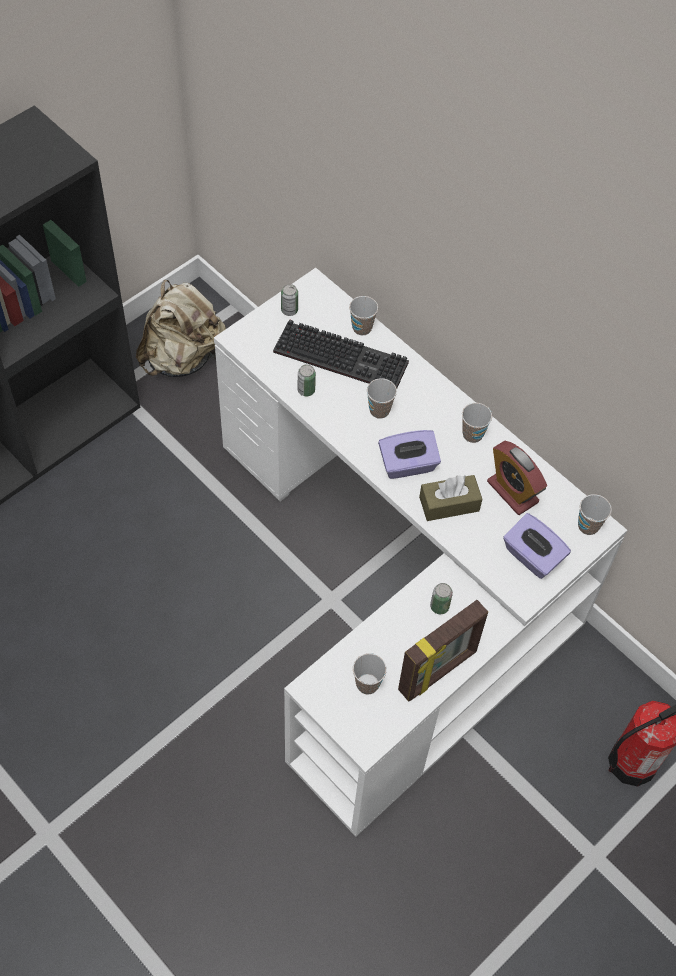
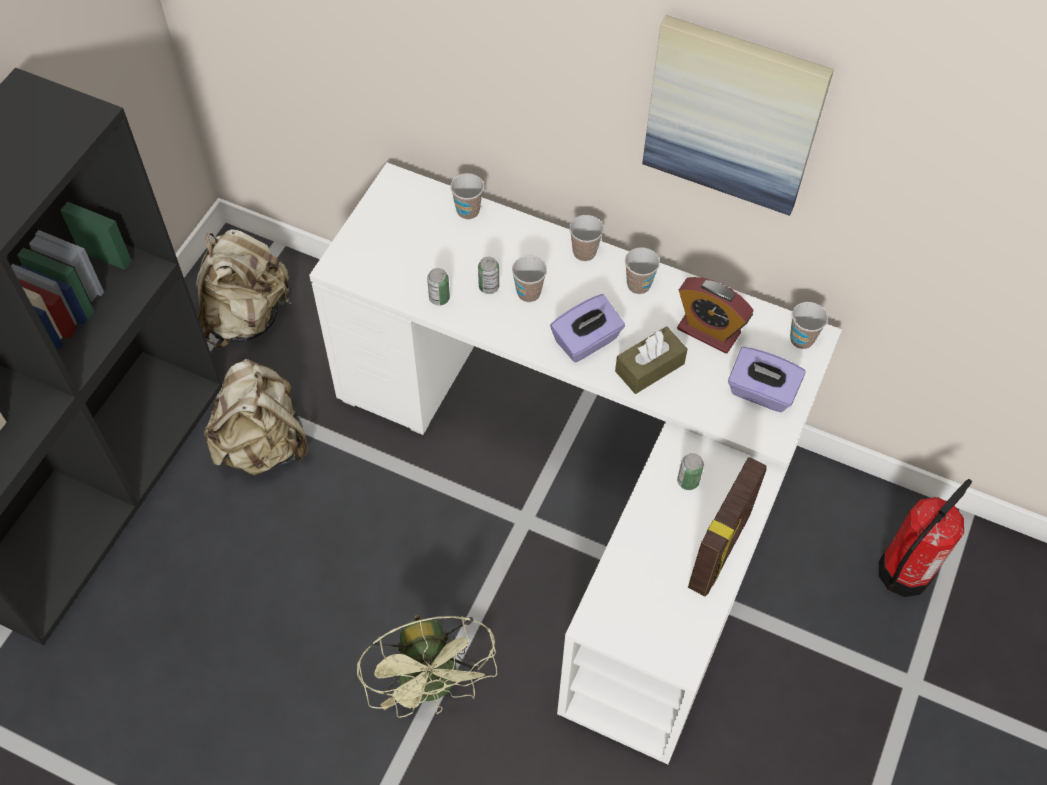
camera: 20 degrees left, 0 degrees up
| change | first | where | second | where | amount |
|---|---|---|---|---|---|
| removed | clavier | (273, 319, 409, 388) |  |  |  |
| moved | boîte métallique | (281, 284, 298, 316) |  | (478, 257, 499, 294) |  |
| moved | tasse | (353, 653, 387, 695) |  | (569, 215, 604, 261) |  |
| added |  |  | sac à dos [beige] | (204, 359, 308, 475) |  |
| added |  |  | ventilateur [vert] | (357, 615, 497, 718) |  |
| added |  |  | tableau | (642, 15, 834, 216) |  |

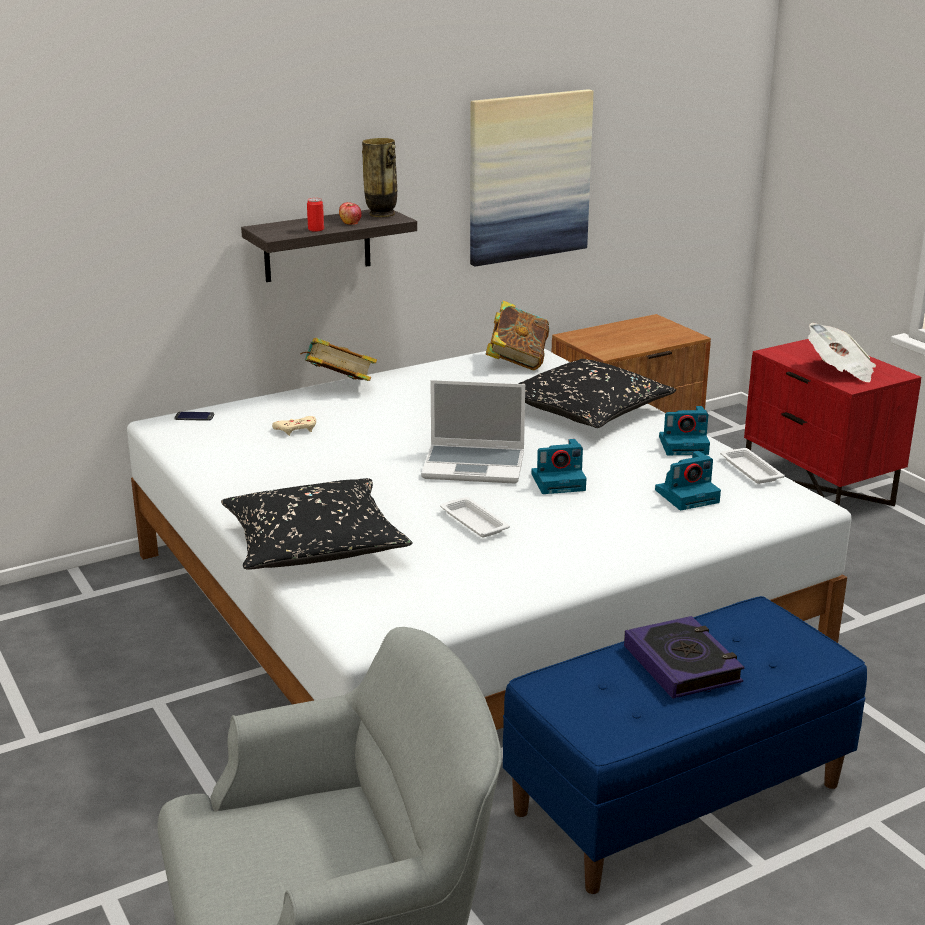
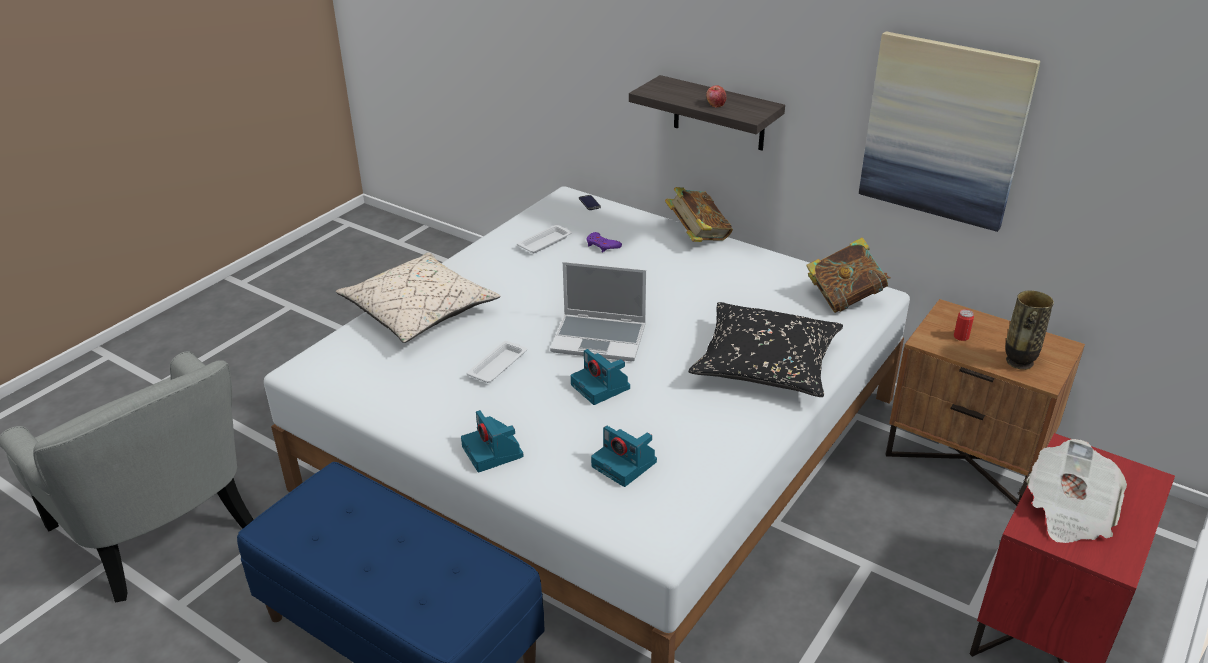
camera: 65 degrees right, 10 degrees up
| change | first | where | second | where | amount |
|---|---|---|---|---|---|
| recoloured | coussin [noir] | (221, 478, 412, 570) | coussin [beige] | (336, 252, 501, 343) |  |
| recoloured | manette [beige] | (272, 416, 316, 436) | manette [violet] | (586, 232, 622, 252) |  |
| moved | boîte métallique | (307, 198, 324, 232) |  | (954, 309, 974, 341) |  |
| moved | vase | (362, 138, 397, 217) |  | (1006, 290, 1054, 370) |  |
| turned | ordinateur portable | (421, 380, 525, 484) |  | (550, 262, 646, 362) | 60 degrees counterclockwise |
| removed | livre | (624, 616, 745, 699) |  |  |  |
| moved | appareil photo | (659, 406, 710, 455) |  | (461, 410, 524, 472) |  |
| moved | plateau [blanc] | (720, 448, 785, 484) |  | (517, 225, 572, 253) |  |

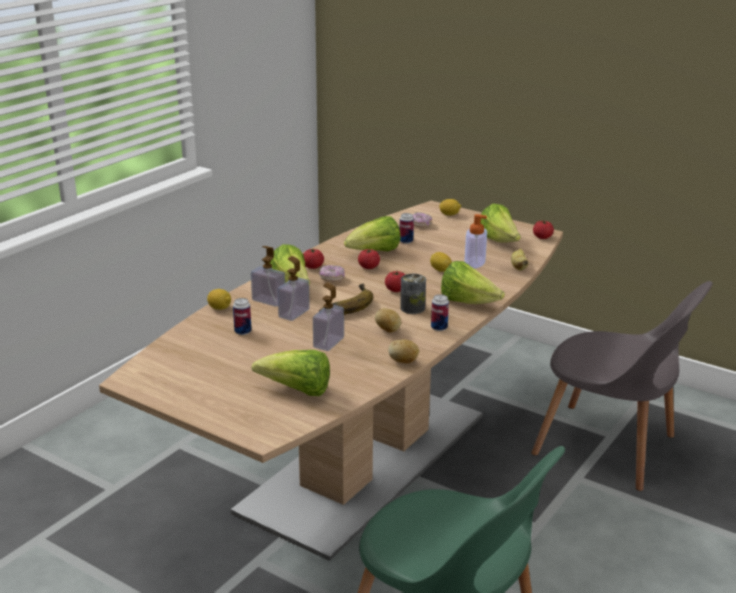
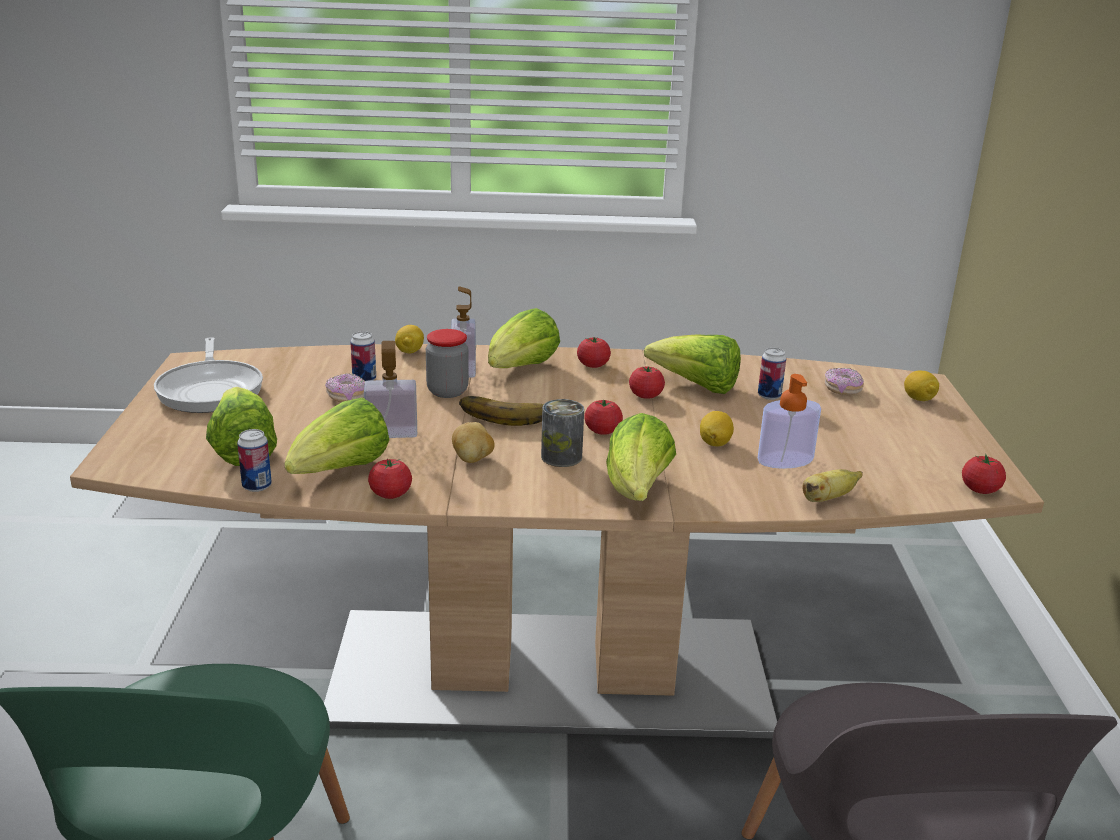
camera: 55 degrees right, 0 degrees up
| change | first | where | second | where | amount |
|---|---|---|---|---|---|
| replaced | distributeur de savon | (277, 256, 310, 321) | bocal | (426, 329, 469, 398) |  |
| moved | beignet | (319, 265, 345, 282) |  | (326, 373, 365, 402) |  |
| replaced | pomme de terre | (388, 339, 419, 363) | tomate | (368, 459, 412, 499) |  |
| moved | boîte métallique | (431, 294, 449, 331) |  | (237, 429, 272, 492) |  |
| moved | laitue | (481, 204, 521, 243) |  | (284, 397, 389, 474) |  |
| added |  |  | poêle | (154, 337, 263, 413) |  |

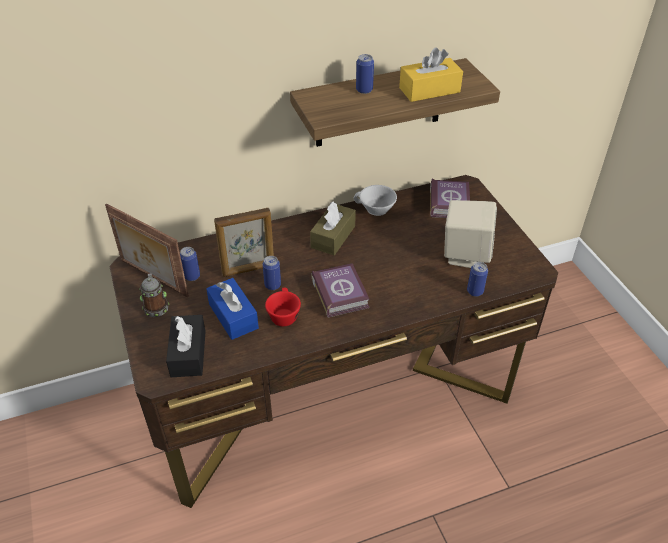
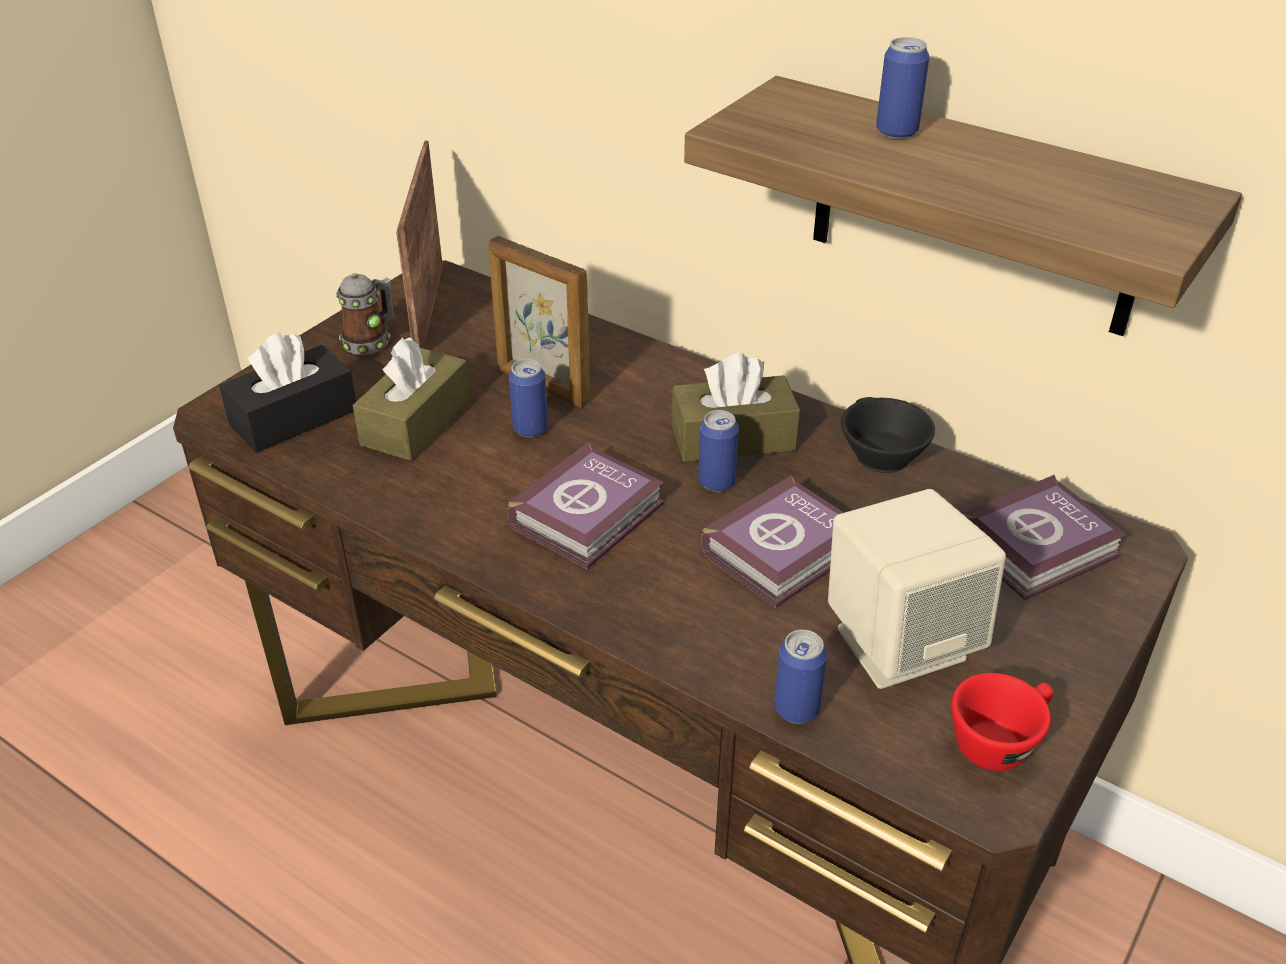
camera: 55 degrees right, 5 degrees down
| change | first | where | second | where | amount |
|---|---|---|---|---|---|
| moved | boîte métallique | (180, 247, 200, 281) |  | (698, 410, 739, 492) |  |
| recoloured | boîte à mouchoirs [bleu] | (206, 278, 259, 340) | boîte à mouchoirs [marron] | (353, 337, 470, 461) |  |
| moved | tasse [rouge] | (265, 288, 301, 326) |  | (951, 673, 1054, 771) |  |
| recoloured | tasse [blanc] | (354, 185, 397, 216) | tasse [noir] | (841, 397, 935, 473) |  |
| removed | boîte à mouchoirs [jaune] | (399, 47, 463, 102) |  |  |  |
| added |  |  | livre | (701, 475, 844, 608) |  |

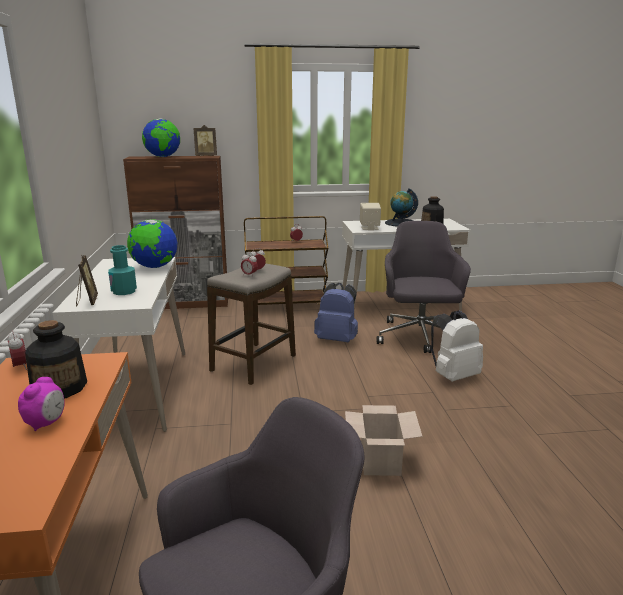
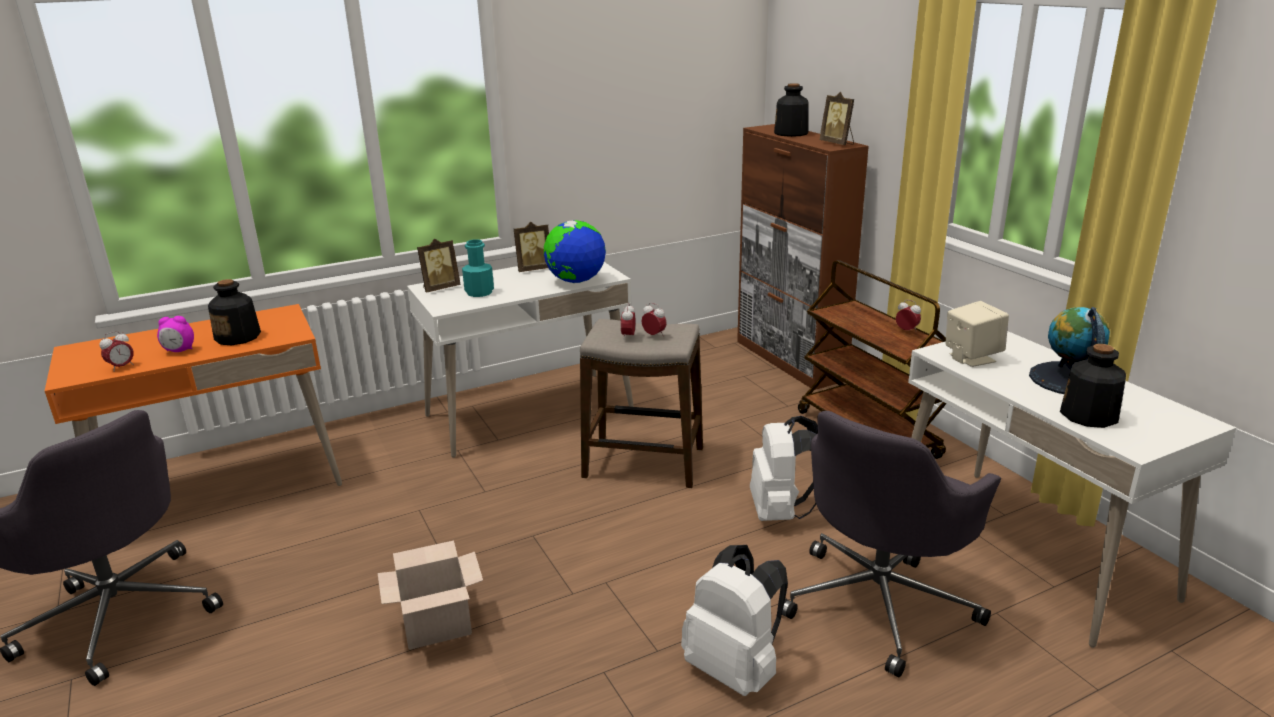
camera: 70 degrees right, 5 degrees up
| change | first | where | second | where | amount |
|---|---|---|---|---|---|
| moved | réveil | (7, 330, 27, 370) |  | (99, 331, 134, 372) |  |
| replaced | globe | (142, 118, 180, 157) | bouteille | (774, 83, 809, 137) |  |
| recoloured | sac à dos [bleu] | (314, 283, 358, 342) | sac à dos [blanc] | (750, 416, 818, 521) |  |
| turned | chaise de bureau [gris] | (377, 221, 471, 353) |  | (782, 411, 1001, 677) | 150 degrees clockwise |
| added |  |  | cadre photo | (514, 222, 549, 272) |  |

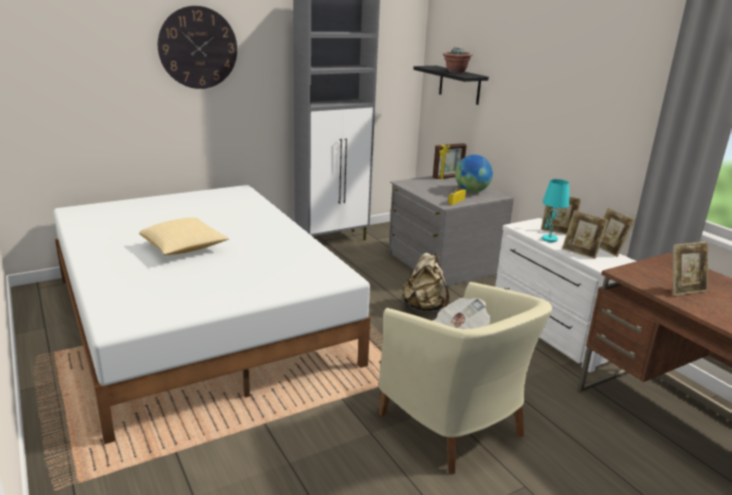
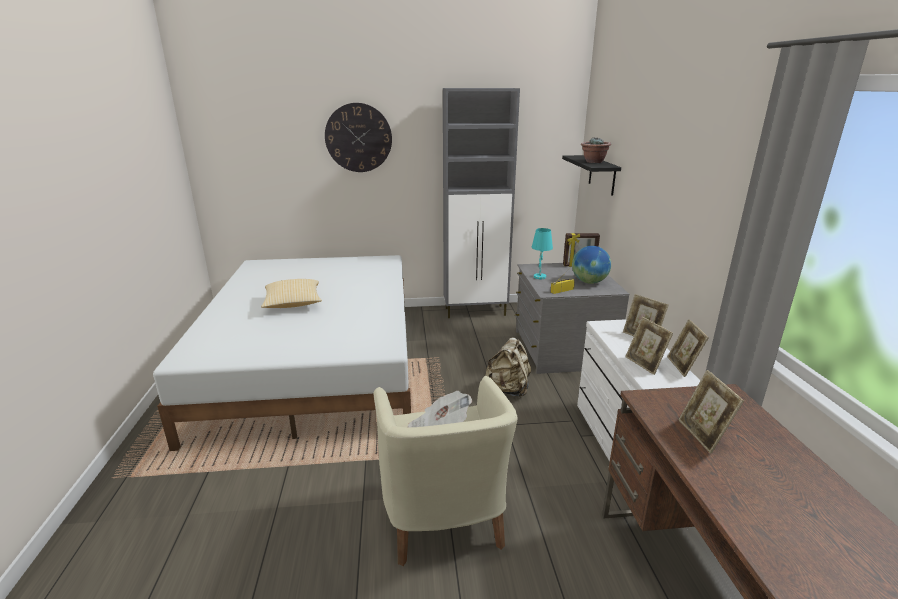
camera: 25 degrees right, 0 degrees up
| change | first | where | second | where | amount |
|---|---|---|---|---|---|
| moved | lampe de table [turquoise] | (542, 179, 569, 242) |  | (532, 228, 553, 279) |  |
| turned | cadre photo | (673, 242, 708, 296) |  | (678, 370, 744, 454) | 75 degrees clockwise |

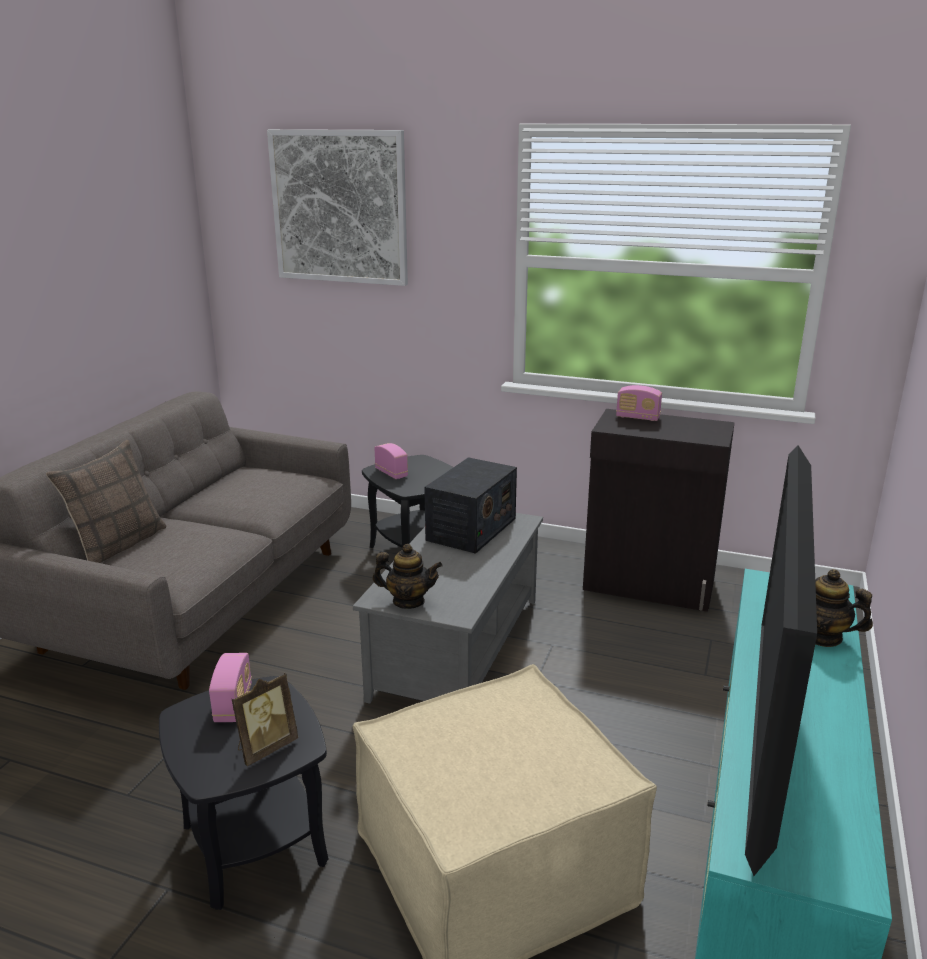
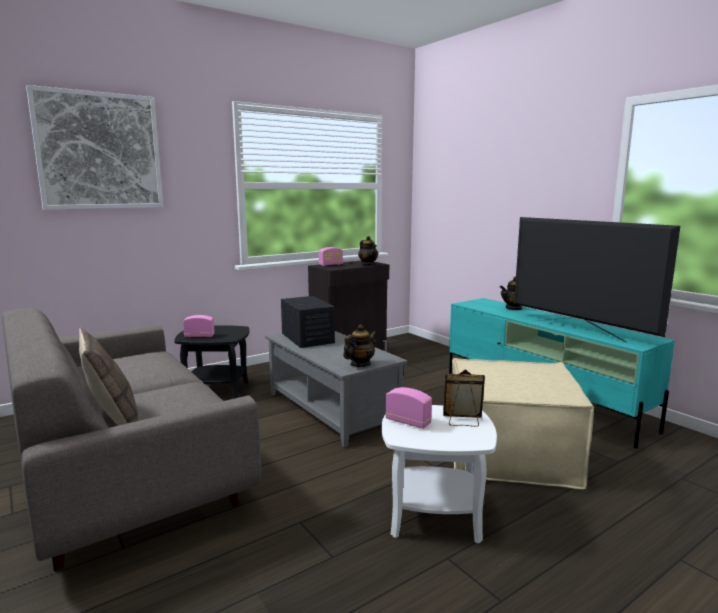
camera: 55 degrees left, 10 degrees down
| change | first | where | second | where | amount |
|---|---|---|---|---|---|
| recoloured | table d'appoint [noir] | (159, 676, 328, 910) | table d'appoint [blanc] | (381, 405, 497, 543) |  |
| turned | cadre photo | (231, 673, 298, 766) |  | (443, 369, 485, 427) | 75 degrees counterclockwise |
| added |  |  | théière | (358, 236, 378, 266) |  |

